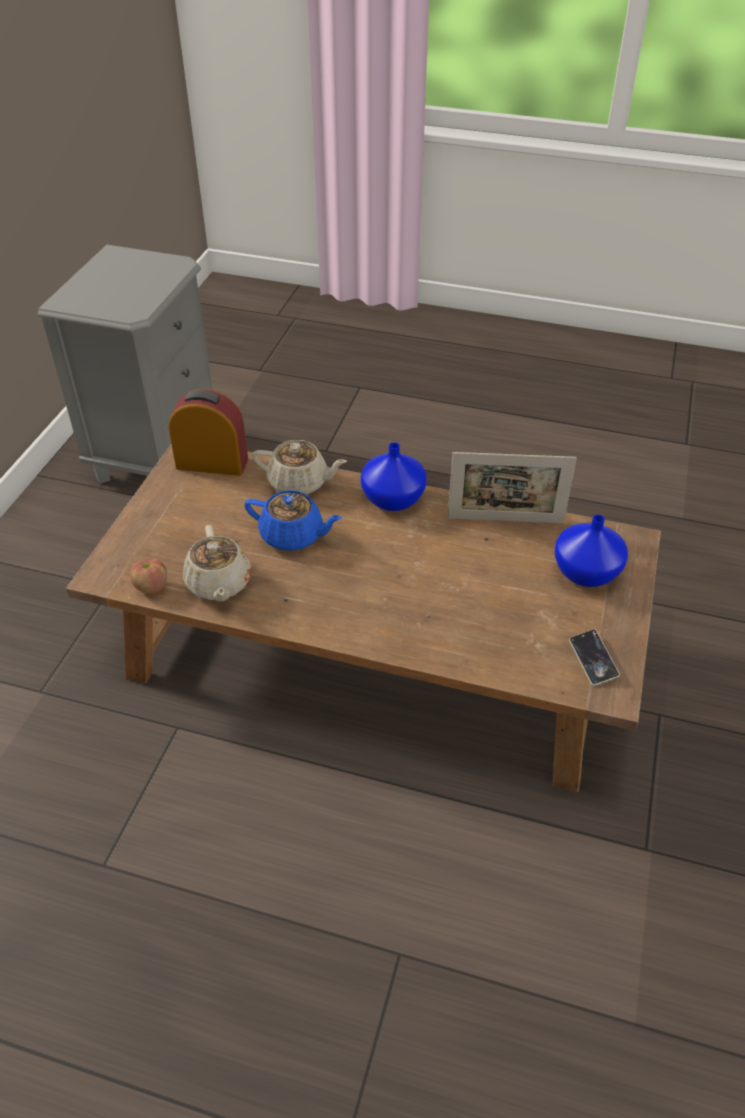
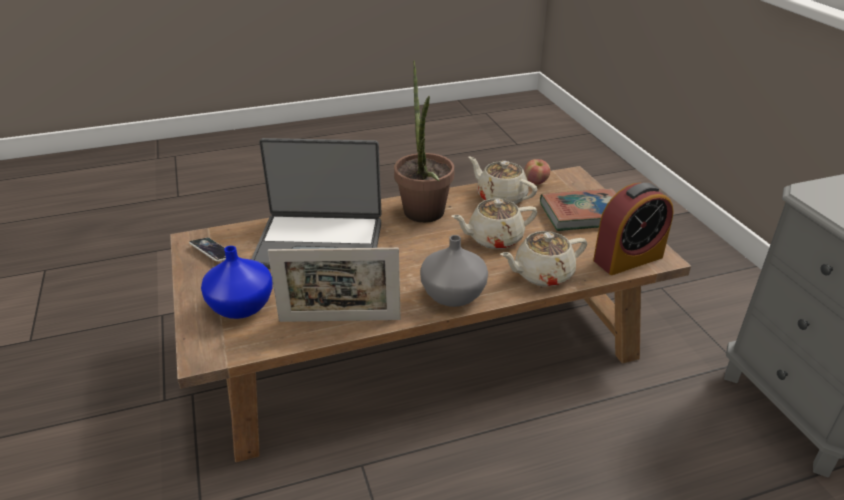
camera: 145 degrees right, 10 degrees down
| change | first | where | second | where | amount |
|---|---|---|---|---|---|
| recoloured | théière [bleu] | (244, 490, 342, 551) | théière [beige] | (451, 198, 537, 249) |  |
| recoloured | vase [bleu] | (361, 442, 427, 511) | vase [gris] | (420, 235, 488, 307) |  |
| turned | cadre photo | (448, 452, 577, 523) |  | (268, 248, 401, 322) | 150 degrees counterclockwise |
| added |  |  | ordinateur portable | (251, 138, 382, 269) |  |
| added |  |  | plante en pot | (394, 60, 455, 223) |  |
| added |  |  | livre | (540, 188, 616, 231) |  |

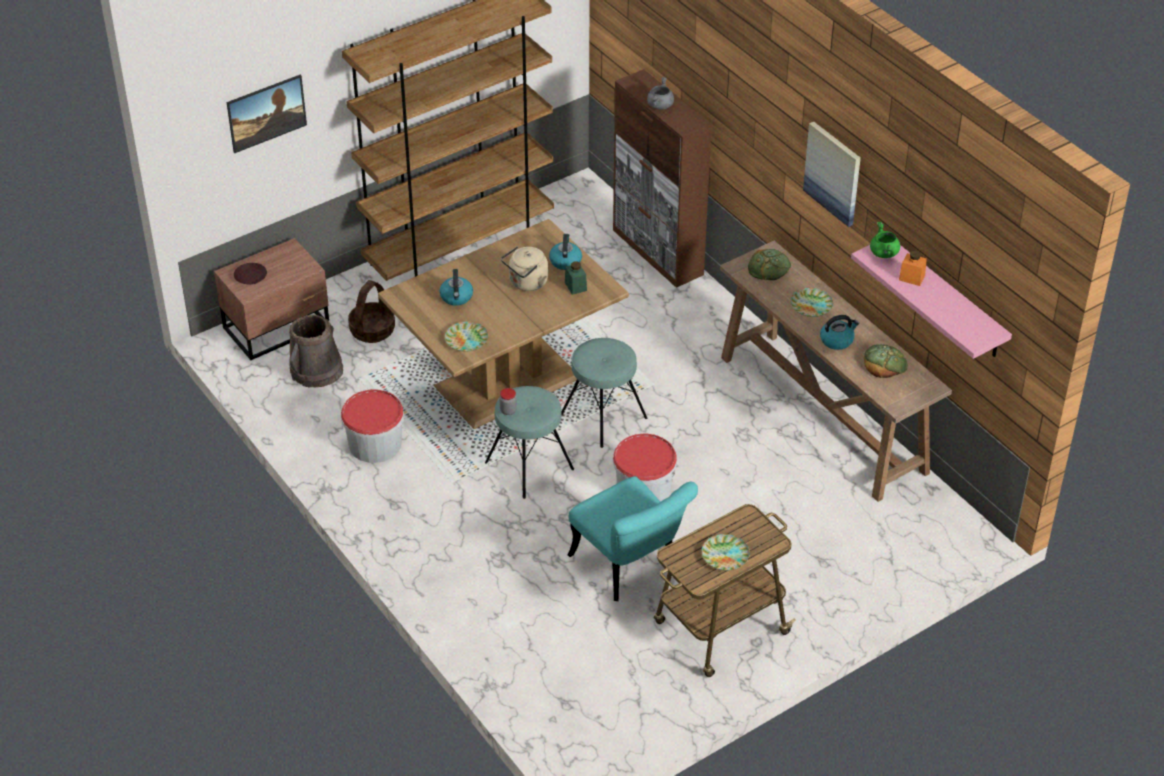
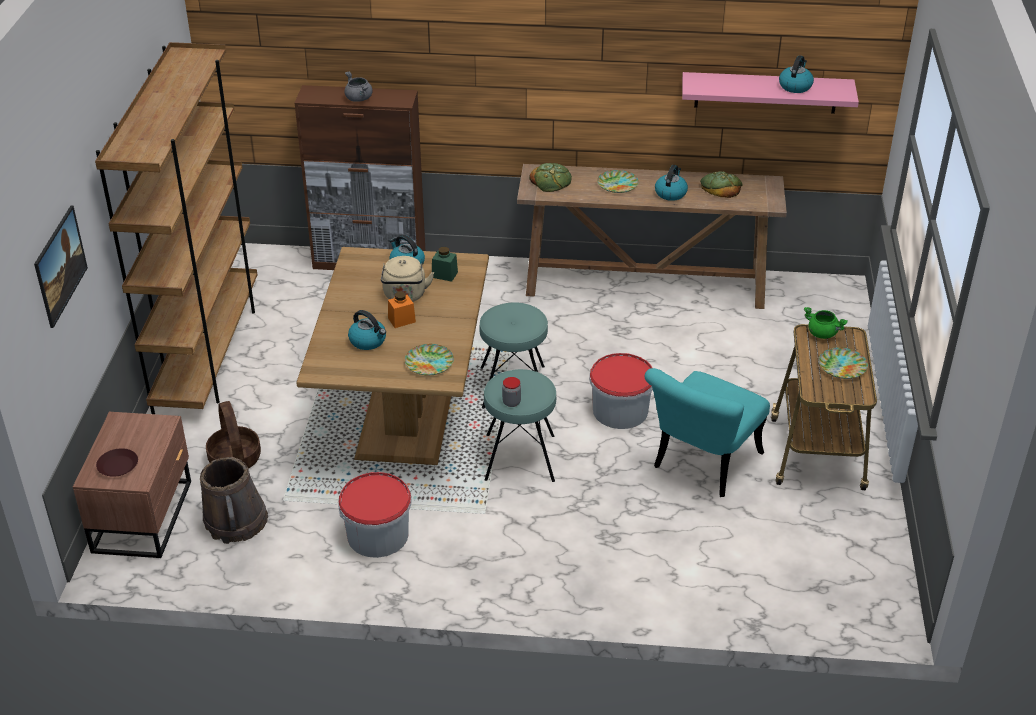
camera: 50 degrees left, 5 degrees down
| change | first | where | second | where | amount |
|---|---|---|---|---|---|
| turned | chaise [turquoise] | (568, 476, 698, 601) |  | (644, 368, 770, 497) | 120 degrees clockwise |
| removed | tableau | (803, 122, 861, 227) |  |  |  |
| moved | marmite [vert] | (870, 222, 900, 258) |  | (804, 307, 848, 339) |  |
| moved | bocal [orange] | (899, 251, 927, 286) |  | (388, 291, 416, 328) |  |
| added |  |  | bouilloire | (779, 55, 814, 93) |  |

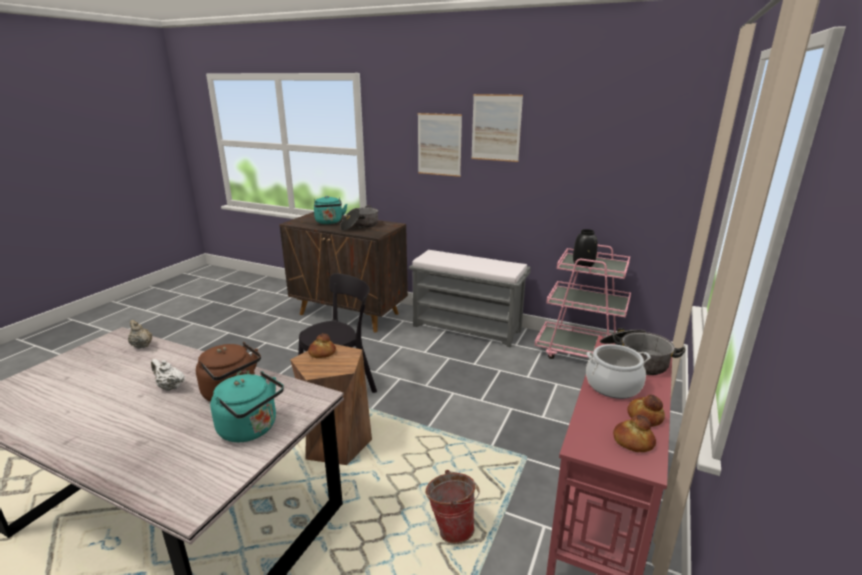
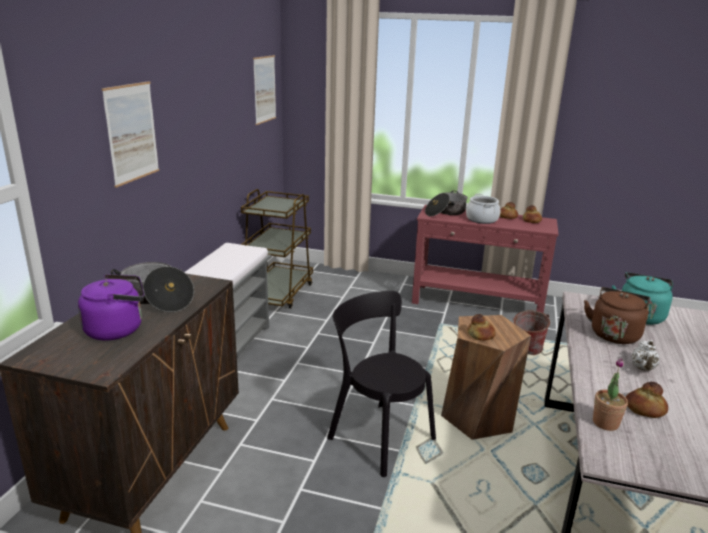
camera: 100 degrees left, 0 degrees up
| change | first | where | second | where | amount |
|---|---|---|---|---|---|
| replaced | théière [beige] | (128, 320, 152, 349) | plante en pot | (593, 358, 628, 431) |  |
| recoloured | bouilloire [turquoise] | (314, 196, 347, 224) | bouilloire [violet] | (78, 274, 144, 341) |  |
| moved | tableau | (471, 94, 523, 162) |  | (253, 55, 276, 125) |  |
| recoloured | chariot [rose] | (535, 245, 631, 359) | chariot [marron] | (241, 189, 313, 308) |  |
| removed | vase [noir] | (573, 229, 598, 267) |  |  |  |
| added |  |  | pain | (626, 382, 668, 418) |  |

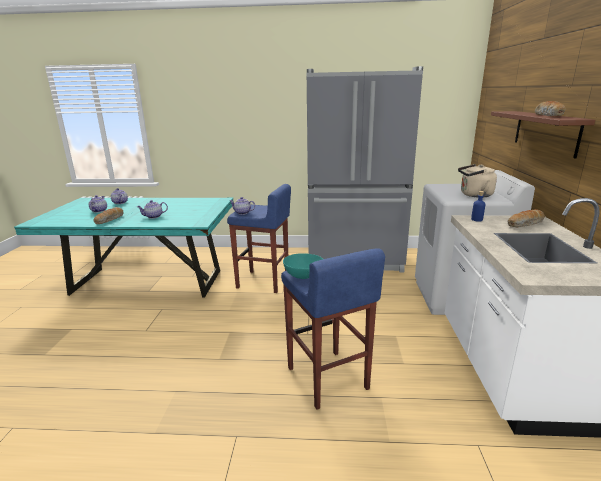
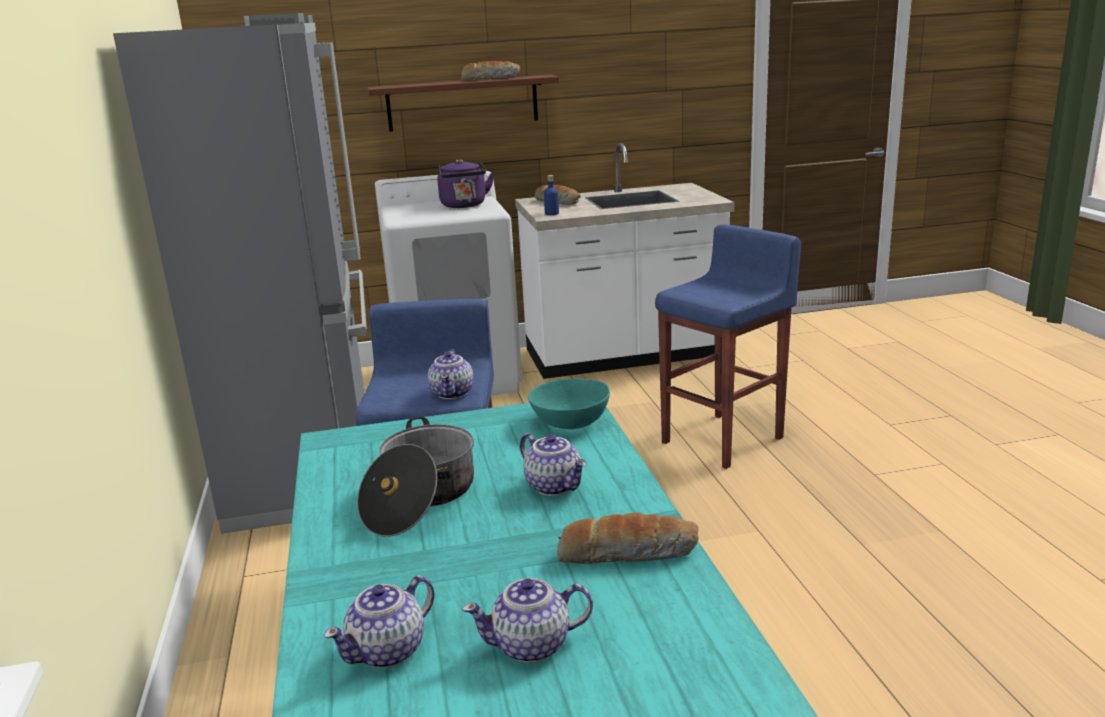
camera: 105 degrees left, 0 degrees up
| change | first | where | second | where | amount |
|---|---|---|---|---|---|
| moved | bol [turquoise] | (283, 253, 323, 279) |  | (528, 379, 610, 429) |  |
| recoloured | bouilloire [beige] | (458, 164, 497, 198) | bouilloire [violet] | (437, 159, 494, 208) |  |
| added |  |  | marmite | (357, 417, 474, 537) |  |

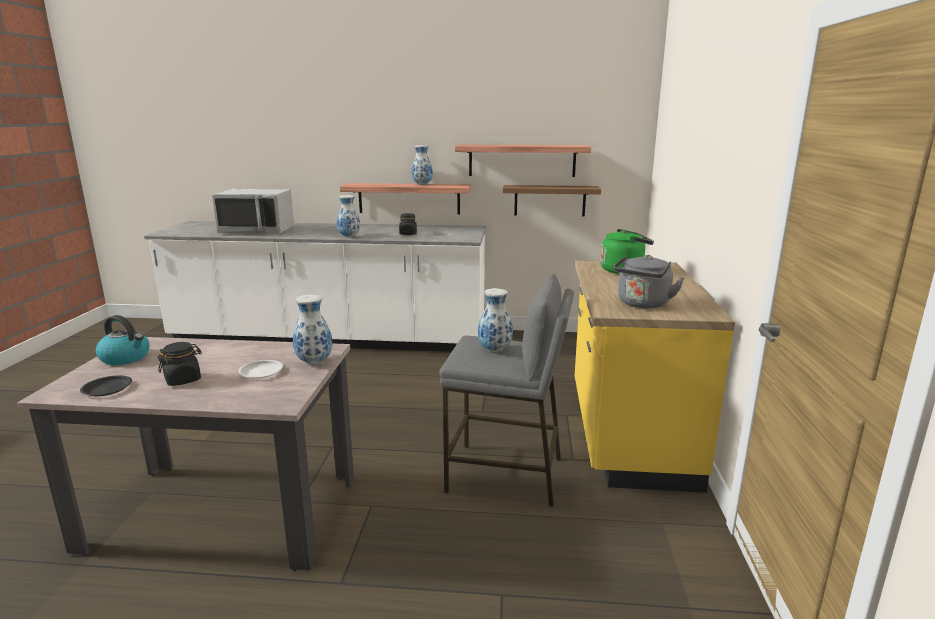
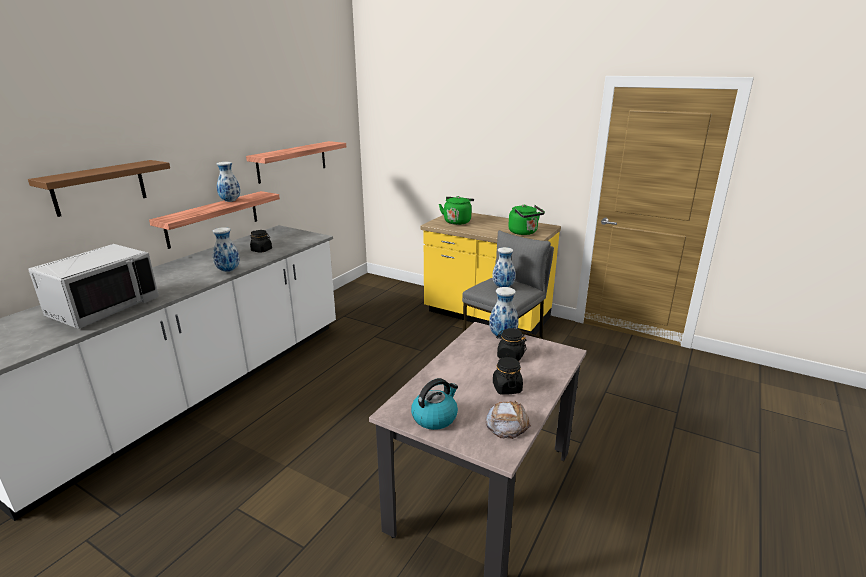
camera: 65 degrees left, 5 degrees up
| change | first | where | second | where | amount |
|---|---|---|---|---|---|
| replaced | assiette [noir] | (80, 375, 132, 396) | pain | (485, 401, 531, 439) |  |
| replaced | assiette [blanc] | (238, 360, 283, 379) | bocal [noir] | (496, 328, 527, 361) |  |
| moved | étagère [marron] | (503, 185, 601, 217) |  | (28, 160, 170, 217) |  |
| recoloured | bouilloire [gris] | (613, 255, 684, 308) | bouilloire [vert] | (508, 204, 545, 235) |  |

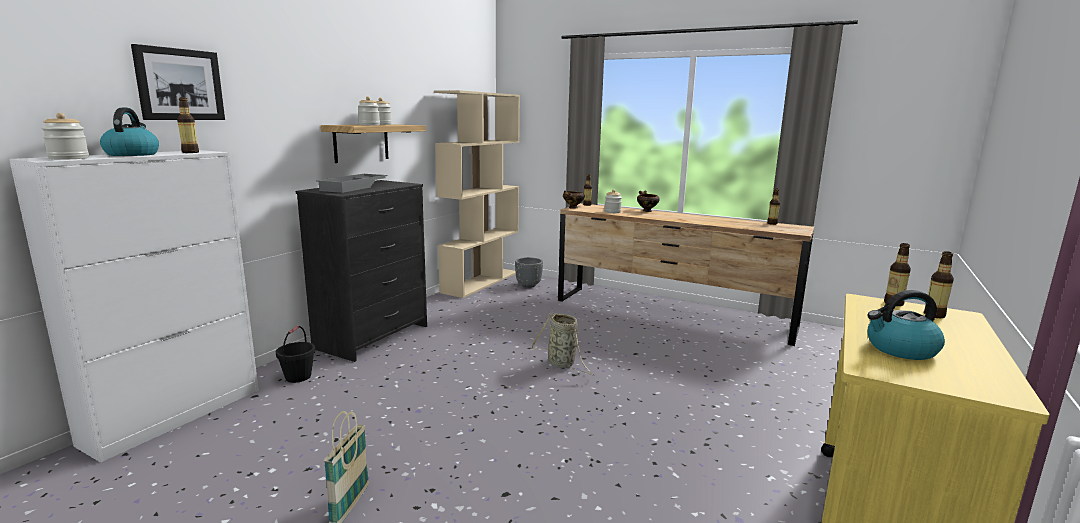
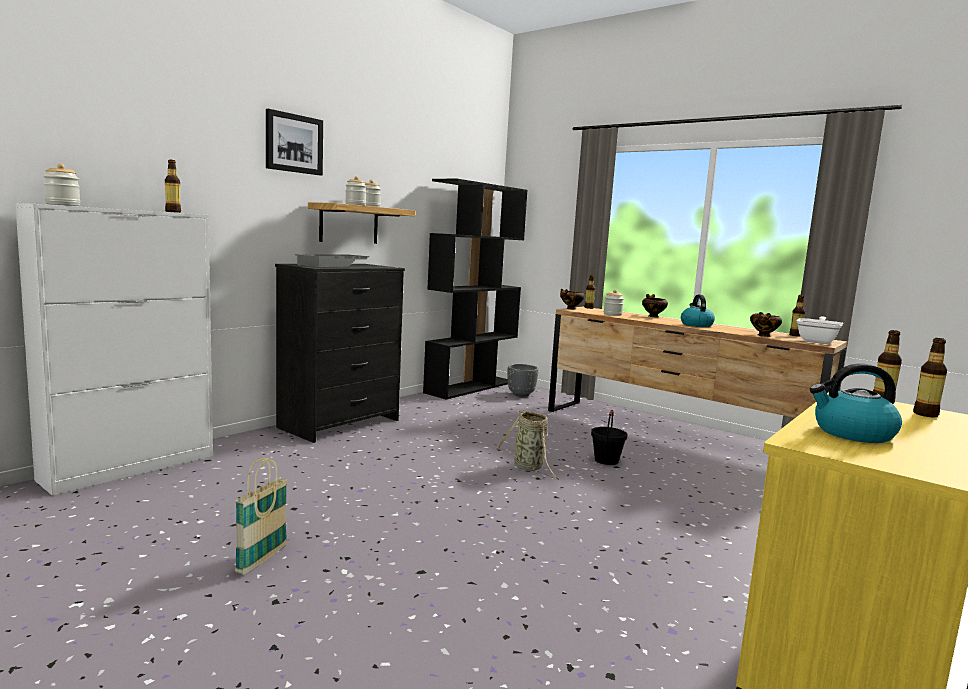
camera: 10 degrees right, 5 degrees down
| change | first | where | second | where | amount |
|---|---|---|---|---|---|
| moved | bouilloire | (100, 108, 159, 156) |  | (681, 294, 715, 327) |  |
| moved | tableau | (131, 44, 225, 120) |  | (266, 109, 323, 175) |  |
| moved | seau [noir] | (276, 326, 315, 383) |  | (591, 410, 627, 465) |  |
| recoloured | bibliothèque [beige] | (434, 90, 520, 298) | bibliothèque [noir] | (423, 178, 528, 400) |  |
| added |  |  | bol | (750, 312, 782, 337) |  |
| added |  |  | poêle | (796, 316, 843, 344) |  |

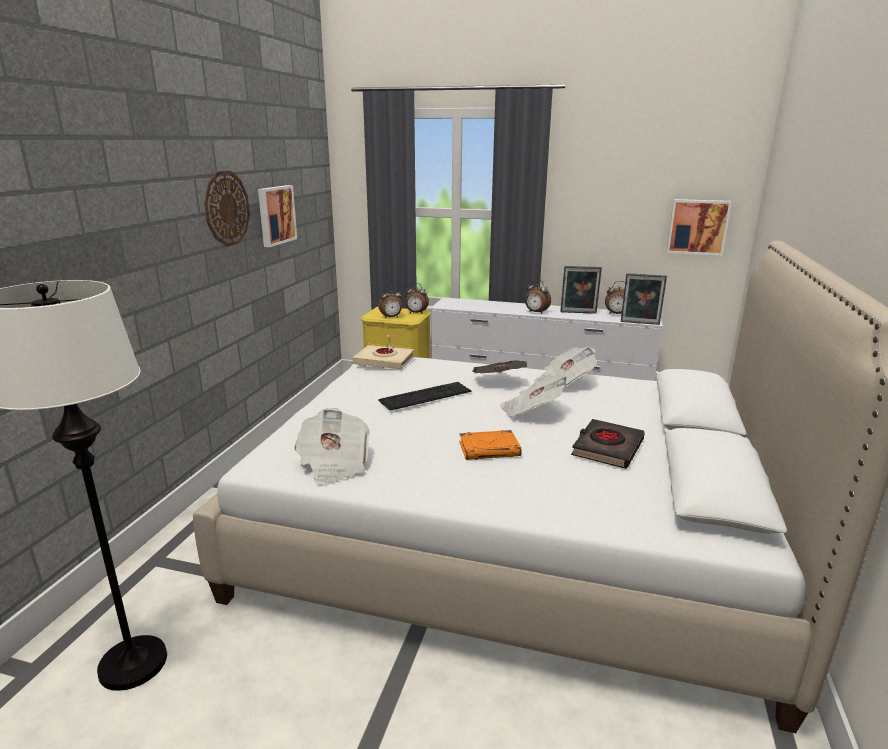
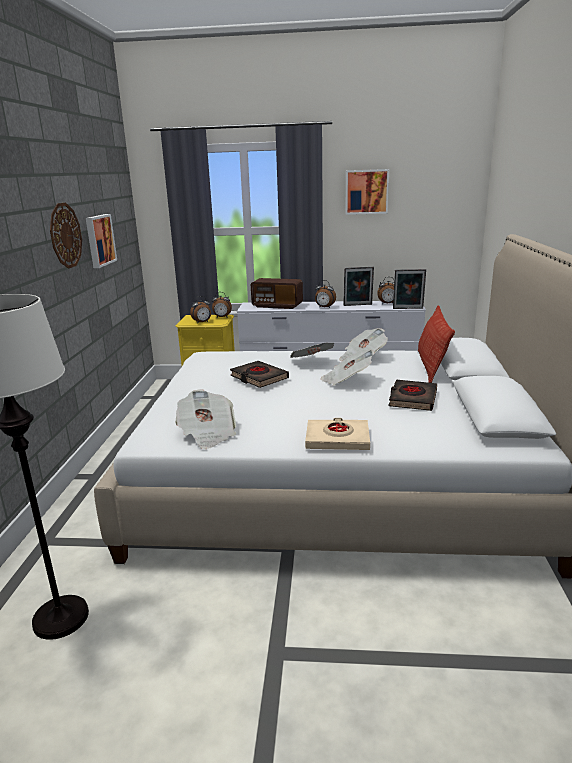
camera: 10 degrees left, 0 degrees up
| change | first | where | second | where | amount |
|---|---|---|---|---|---|
| moved | livre [beige] | (352, 345, 414, 369) |  | (305, 418, 370, 450) |  |
| replaced | clavier | (379, 382, 471, 411) | livre [noir] | (230, 361, 289, 388) |  |
| removed | livre [orange] | (459, 430, 521, 460) |  |  |  |
| moved | tableau | (666, 199, 732, 256) |  | (345, 169, 389, 215) |  |
| added |  |  | radio | (251, 278, 303, 309) |  |
| added |  |  | coussin | (418, 305, 455, 383) |  |

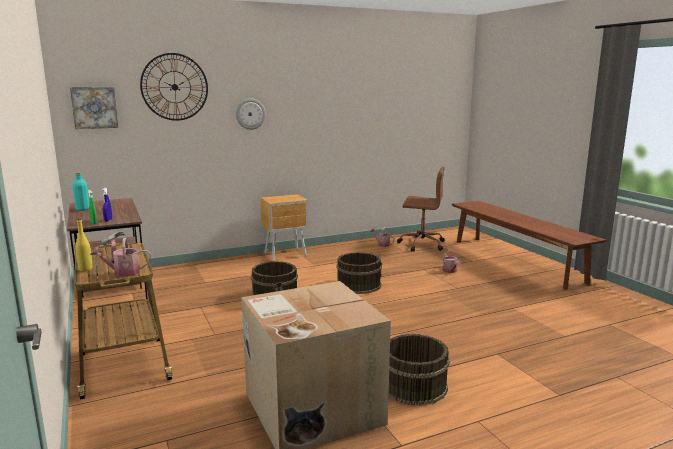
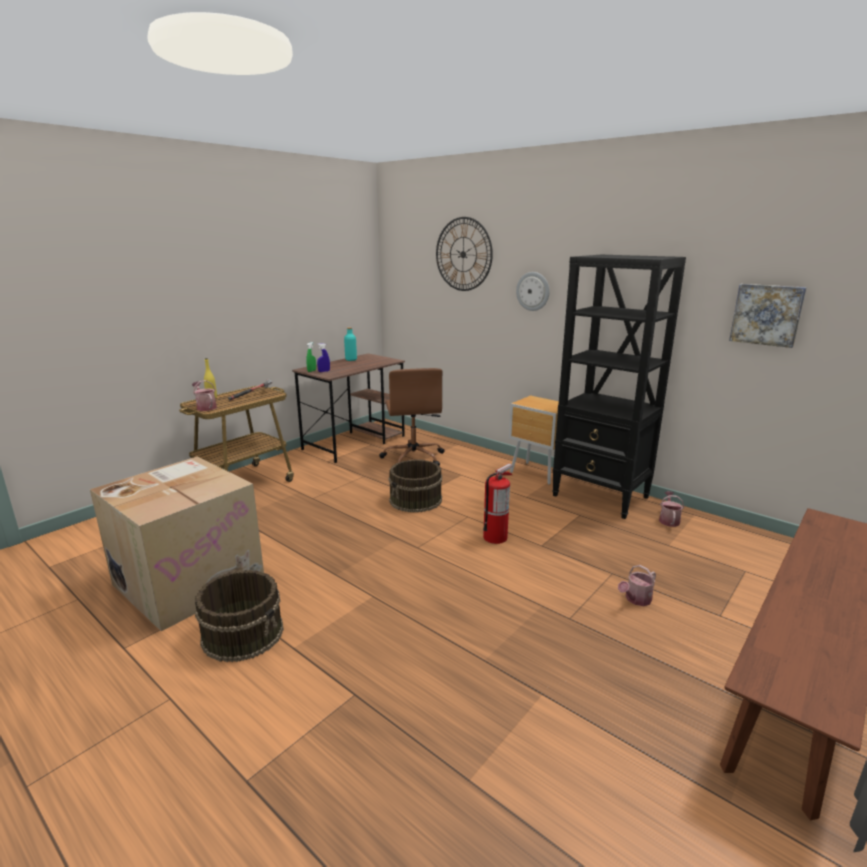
camera: 65 degrees right, 5 degrees up
| change | first | where | second | where | amount |
|---|---|---|---|---|---|
| moved | tableau | (70, 87, 118, 129) |  | (729, 284, 807, 348) |  |
| replaced | seau [marron] | (336, 252, 382, 294) | extincteur | (483, 463, 512, 544) |  |
| moved | chaise de bureau [marron] | (397, 167, 445, 252) |  | (380, 368, 444, 466) |  |
| added |  |  | bibliothèque [noir] | (552, 255, 686, 519) |  |

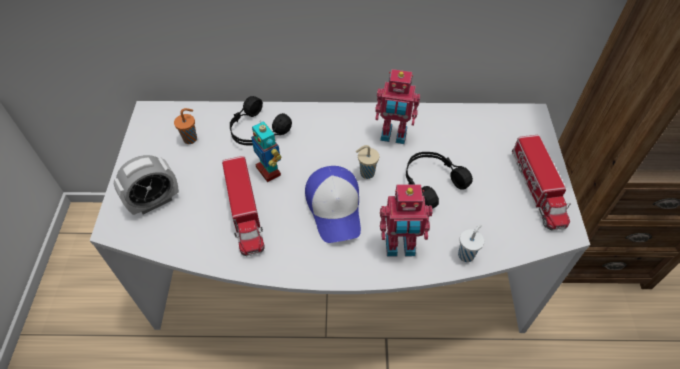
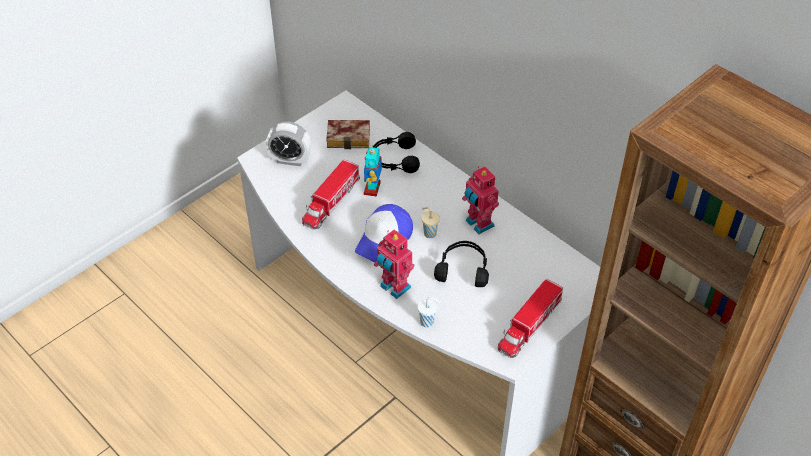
camera: 45 degrees right, 5 degrees down
| change | first | where | second | where | amount |
|---|---|---|---|---|---|
| replaced | tasse [orange] | (174, 108, 197, 144) | livre | (326, 120, 370, 149) |  |

